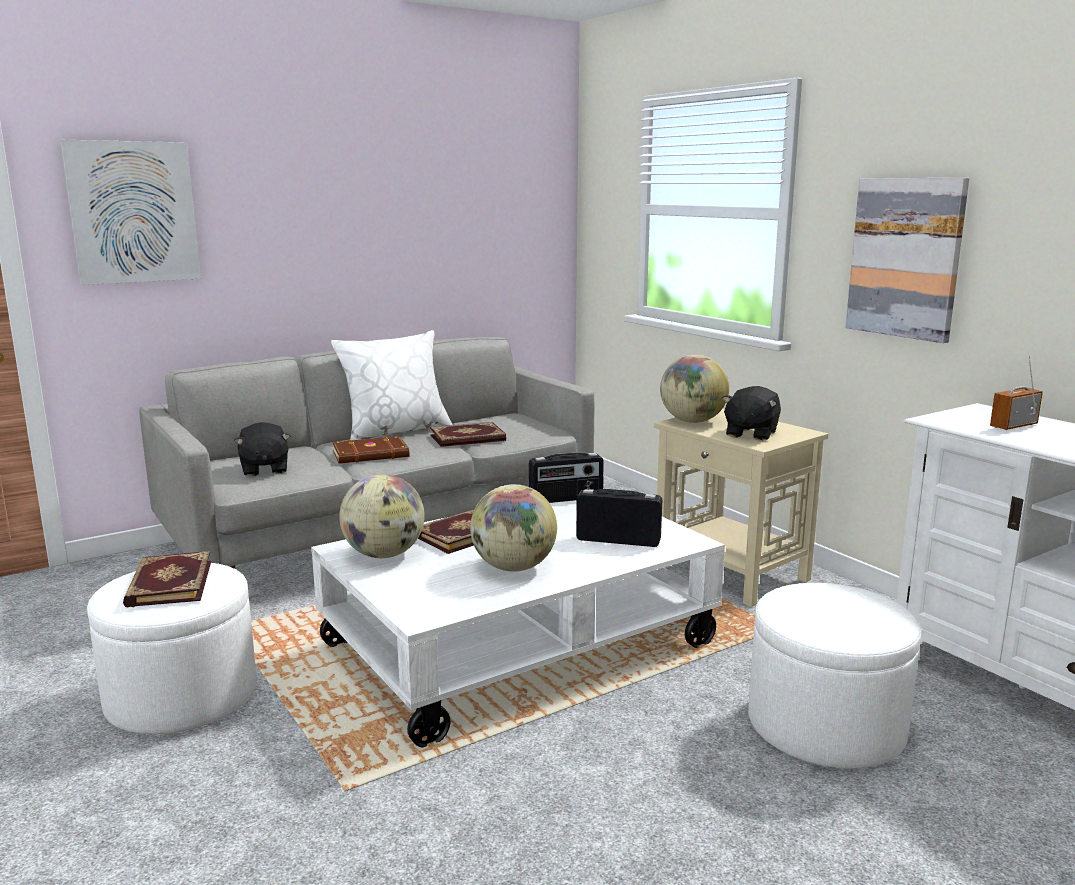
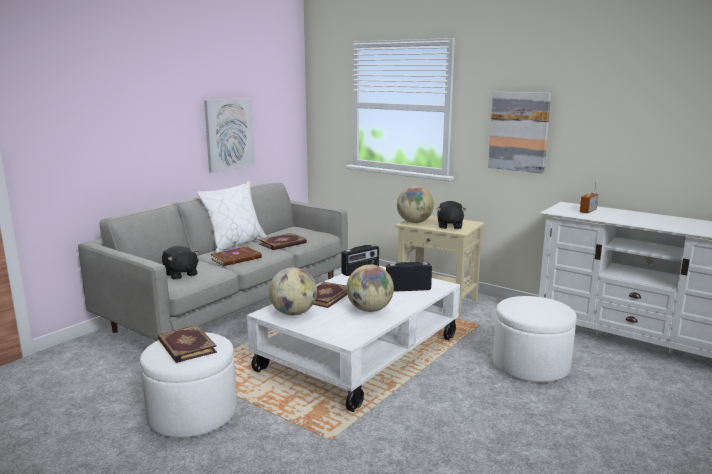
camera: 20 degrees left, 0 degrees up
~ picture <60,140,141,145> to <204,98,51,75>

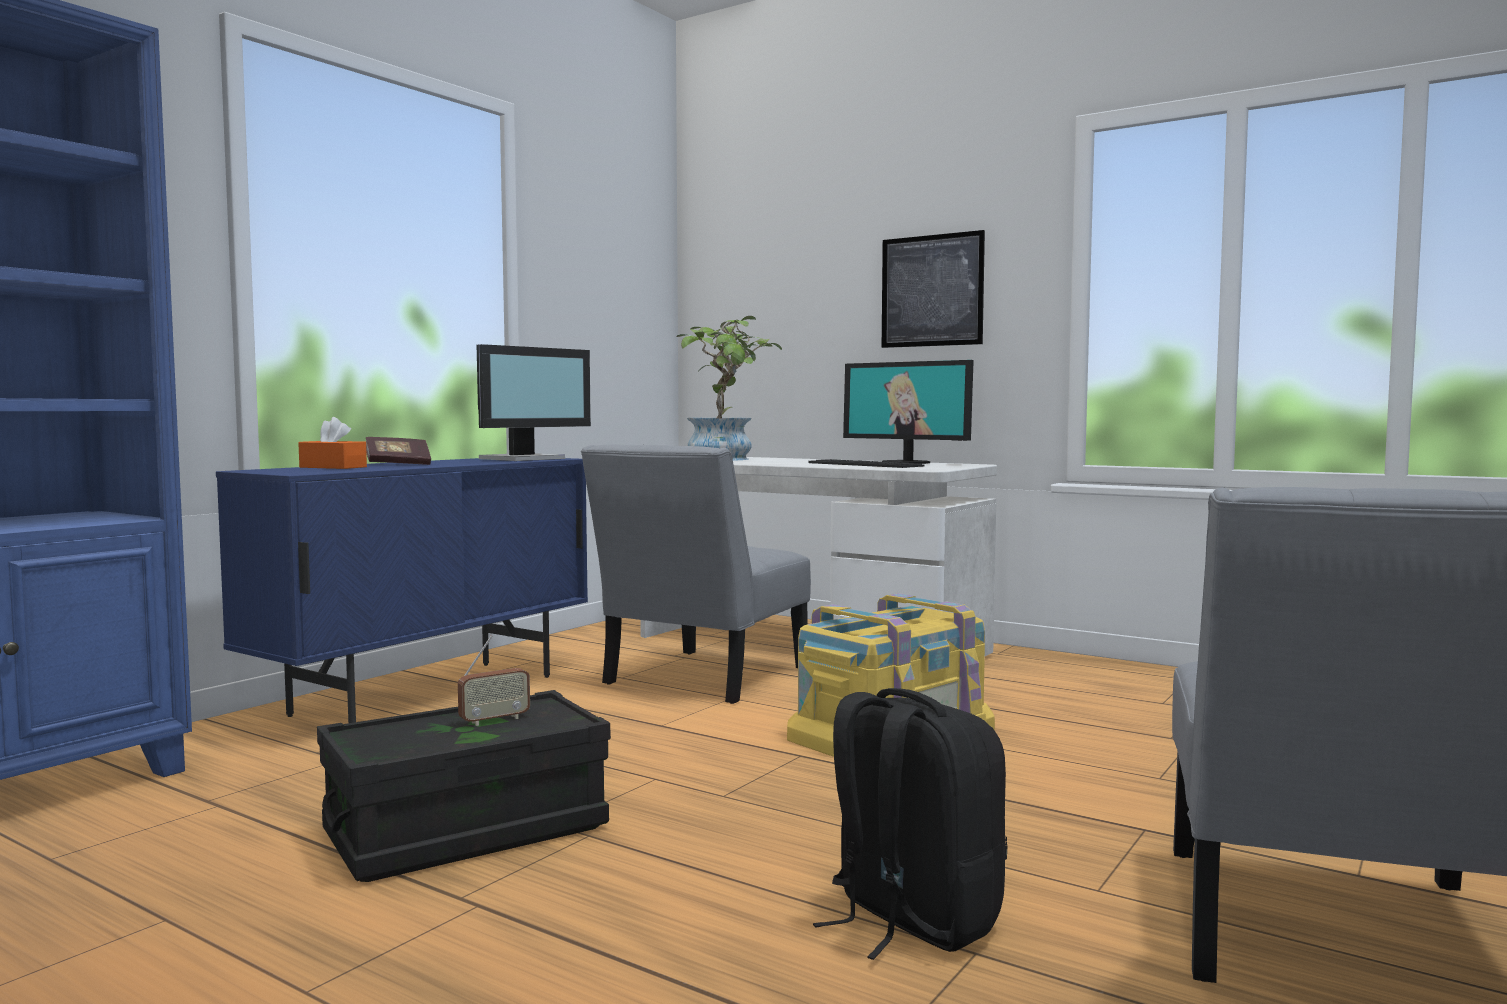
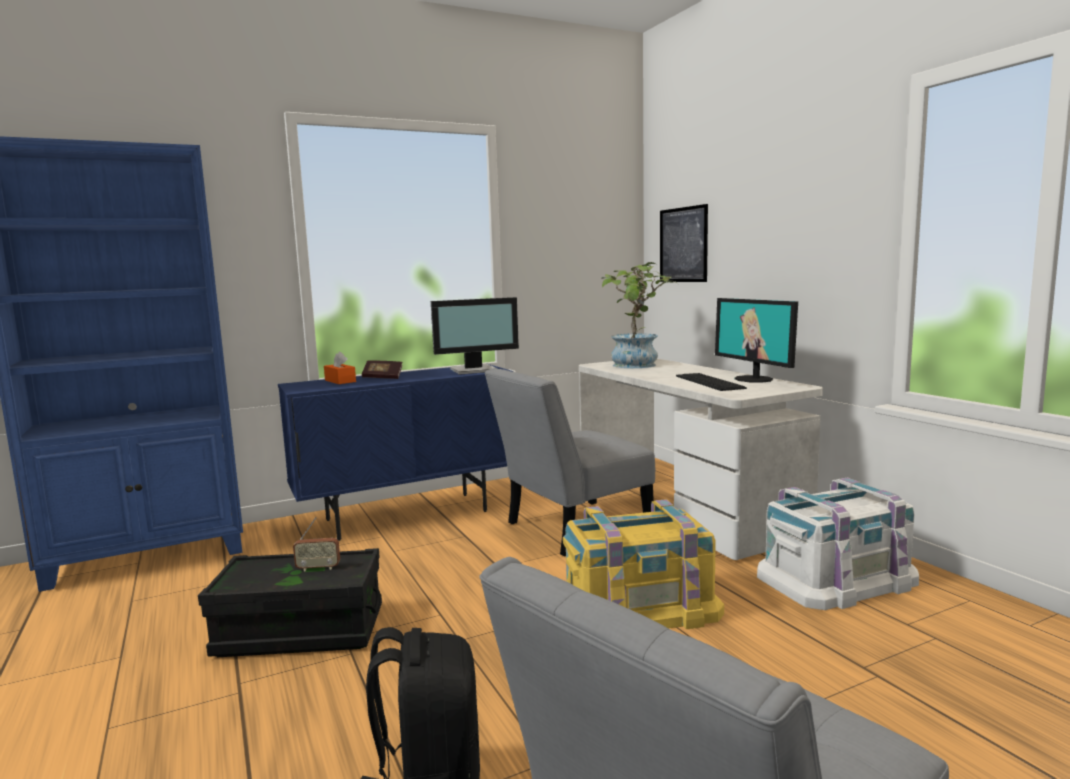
camera: 30 degrees right, 5 degrees up
~ picture <882,230,103,118> to <660,204,48,78>
+ white storage bin <757,478,162,132>

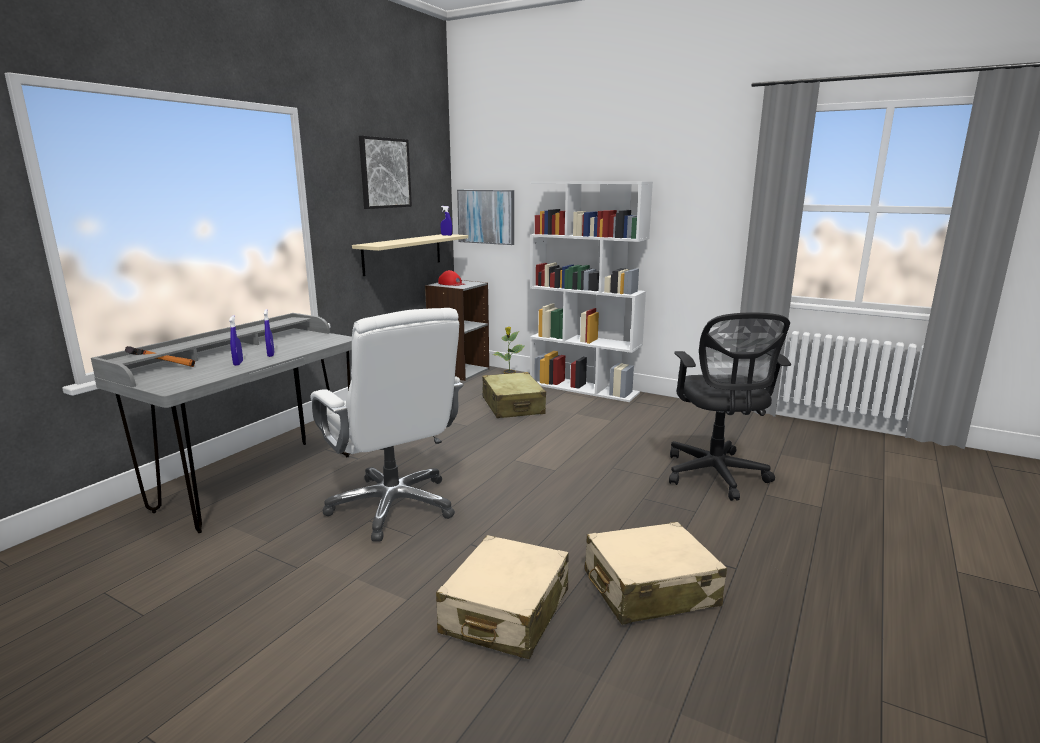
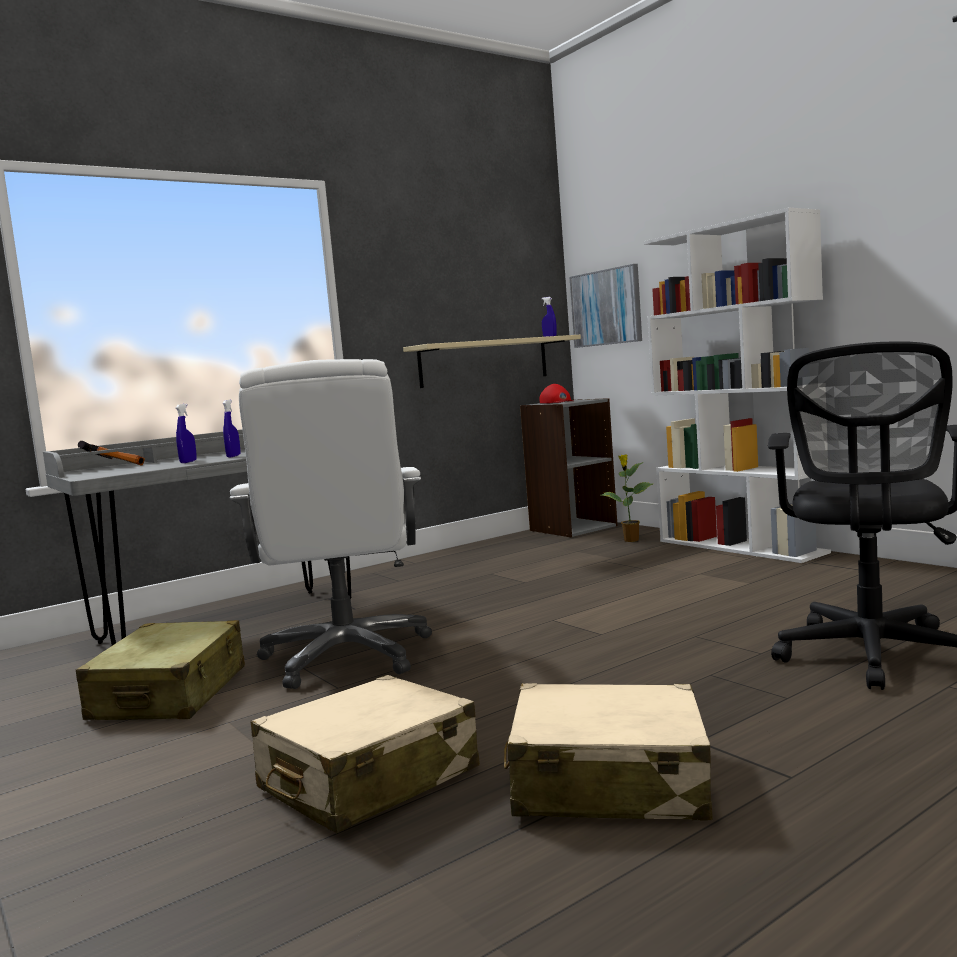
camera: 25 degrees right, 10 degrees down
~ beige piece of luggage <482,372,64,46> to <76,620,169,100>
- picture <359,136,53,73>

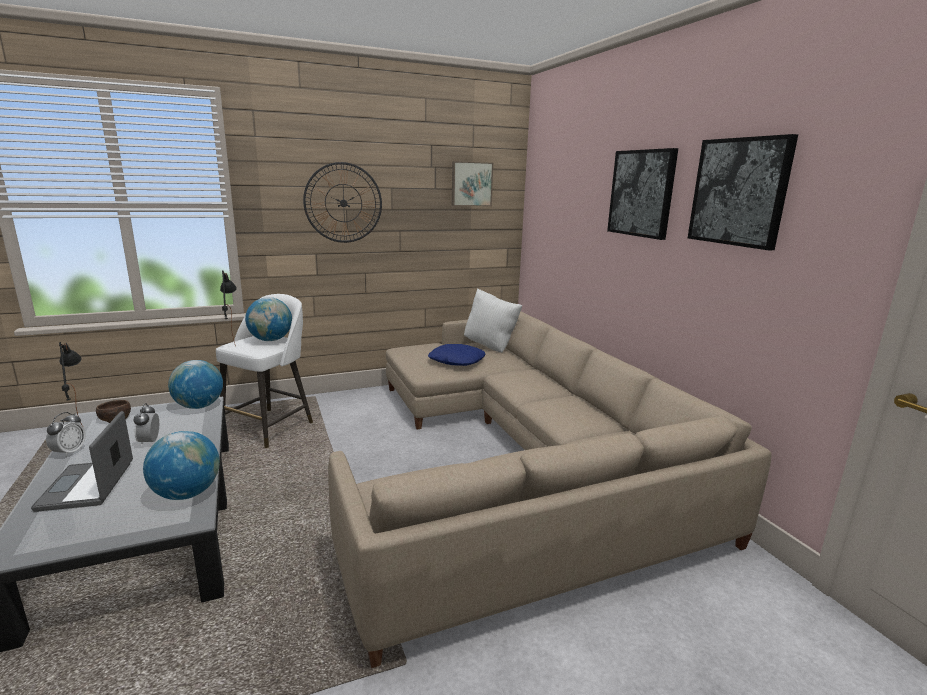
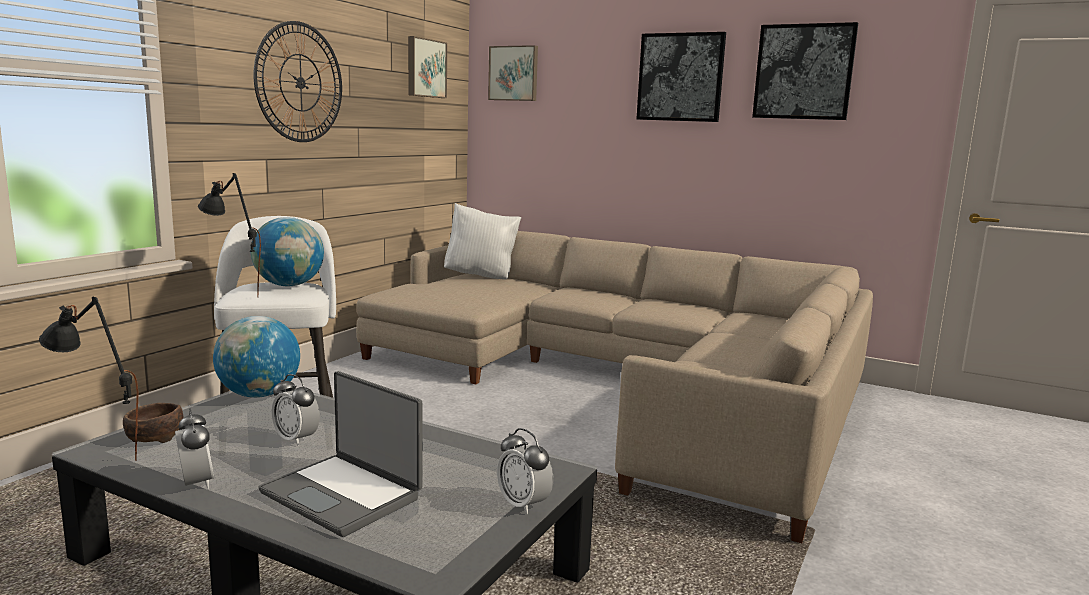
camera: 40 degrees left, 5 degrees down
+ picture <488,45,50,56>
+ alarm clock <497,428,56,86>
- desk globe <143,431,77,69>
- bluish pillow <428,344,57,22>

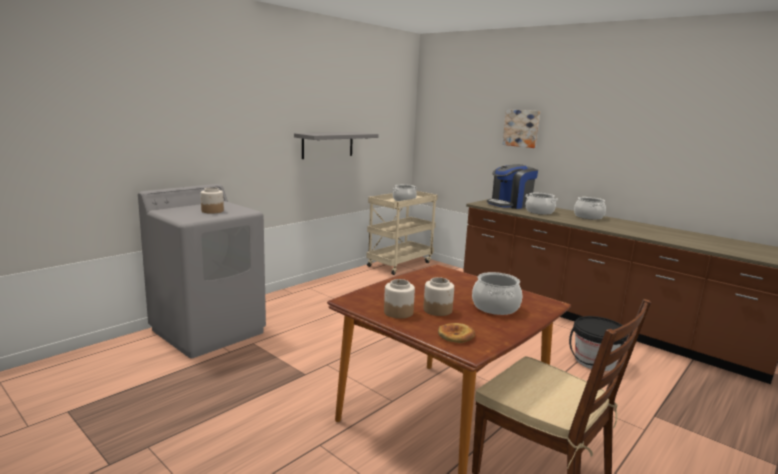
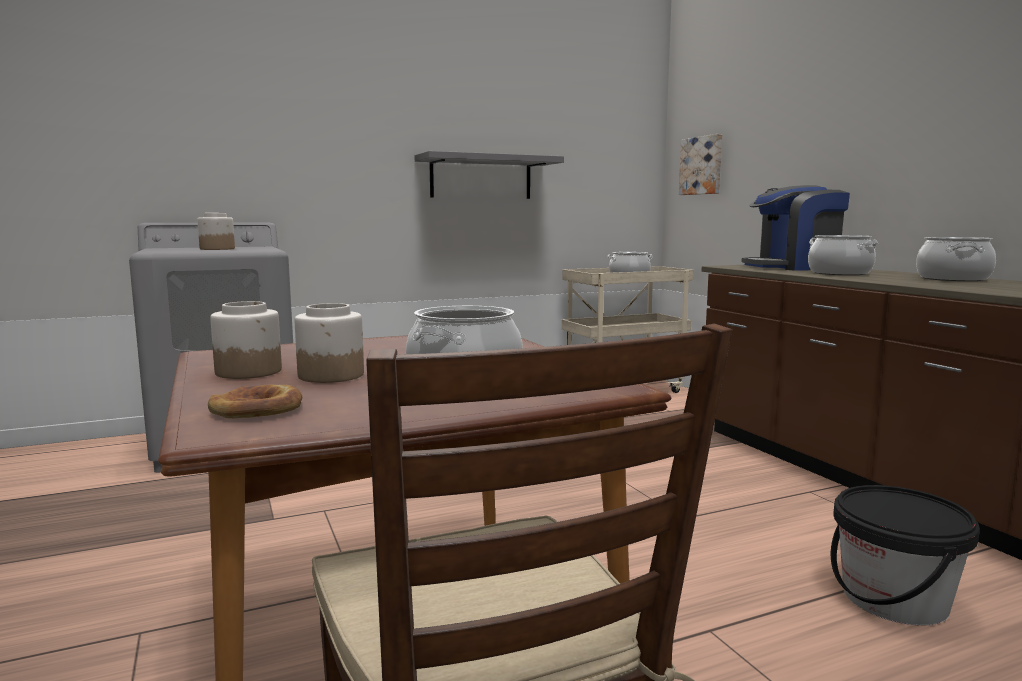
camera: 25 degrees right, 5 degrees down
~ picture <502,109,38,39> to <679,134,43,61>

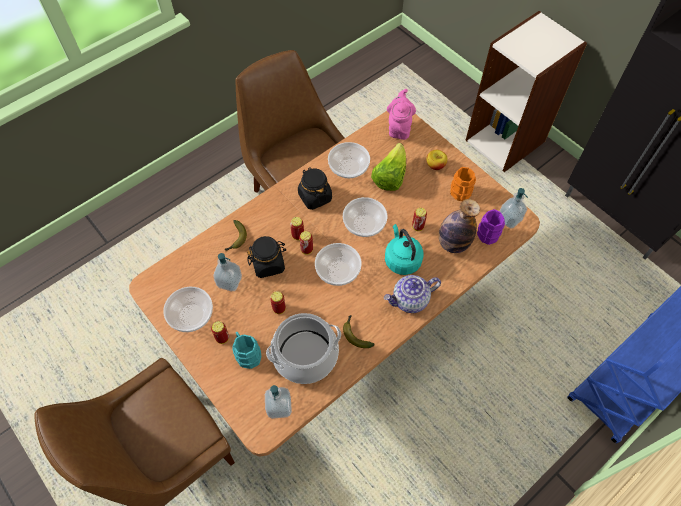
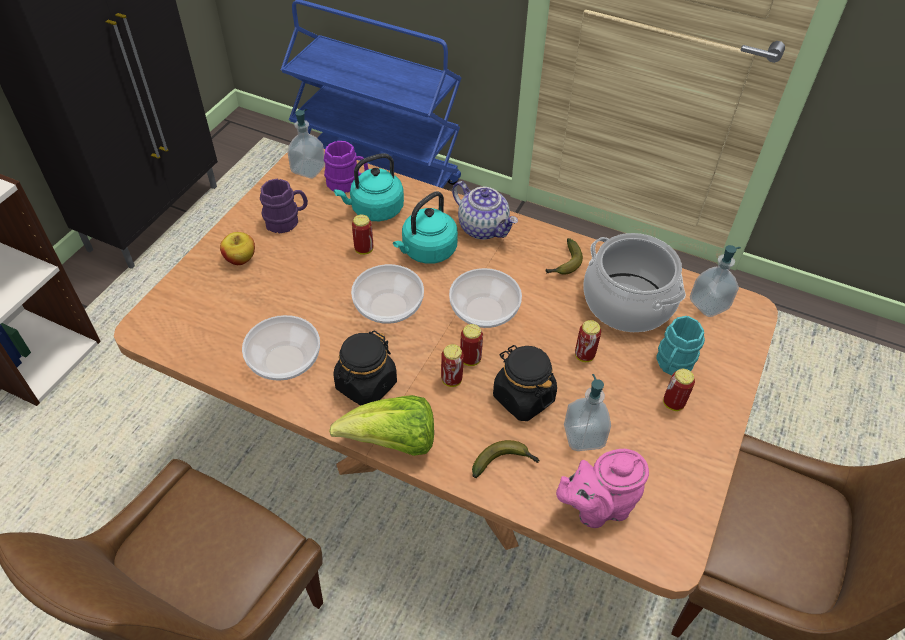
camera: 115 degrees left, 10 degrees down
~ orange tea mug <450,167,26,34> to purple tea mug <260,179,48,55>
~ lettuce <371,143,35,48> to <329,395,105,61>
~ drink bottle <438,199,42,54> to turquoise-coloured tea kettle <334,153,70,68>
~ pink-coloured pot for tea <387,89,29,51> to <556,449,93,79>
- serving bowl <163,287,50,45>

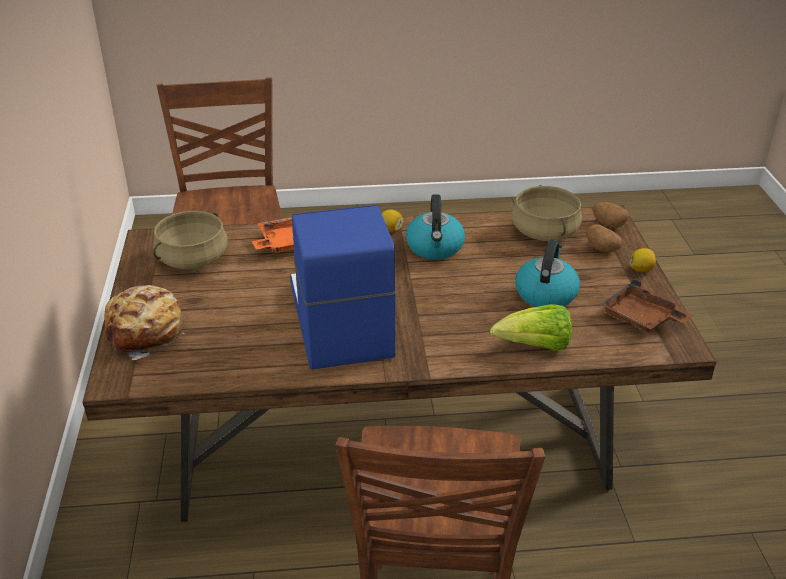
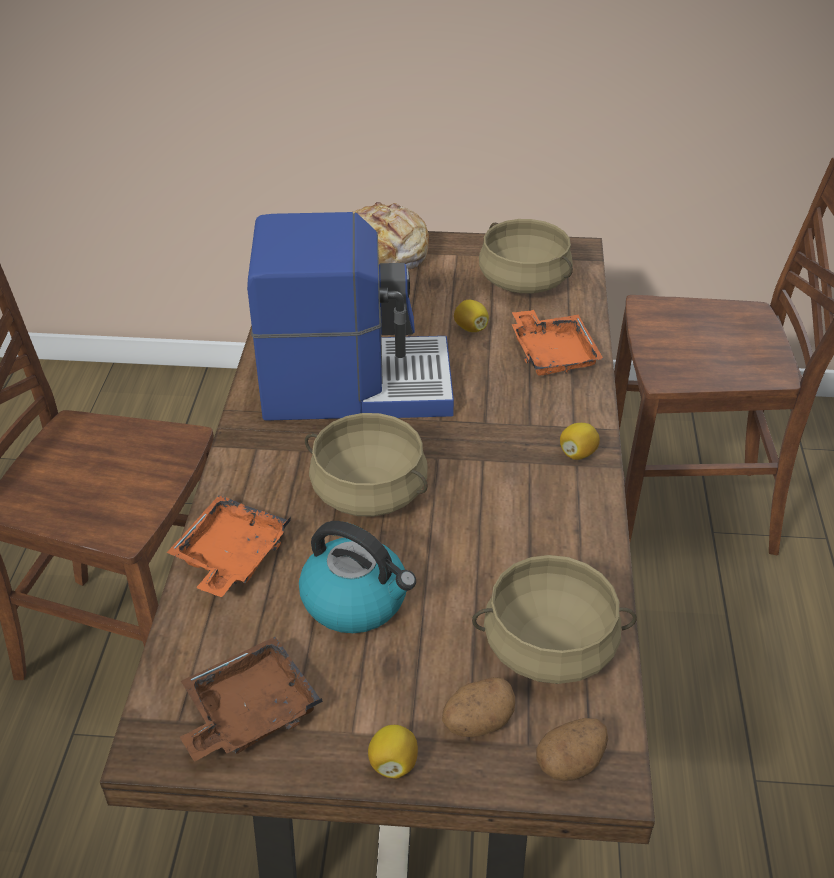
camera: 100 degrees right, 5 degrees up
~ lettuce <490,304,82,47> to orange carrying tray <167,495,124,102>
+ beige cooking pot <305,413,123,104>
+ whole lemon <454,300,35,32>
- tea kettle <406,194,59,66>

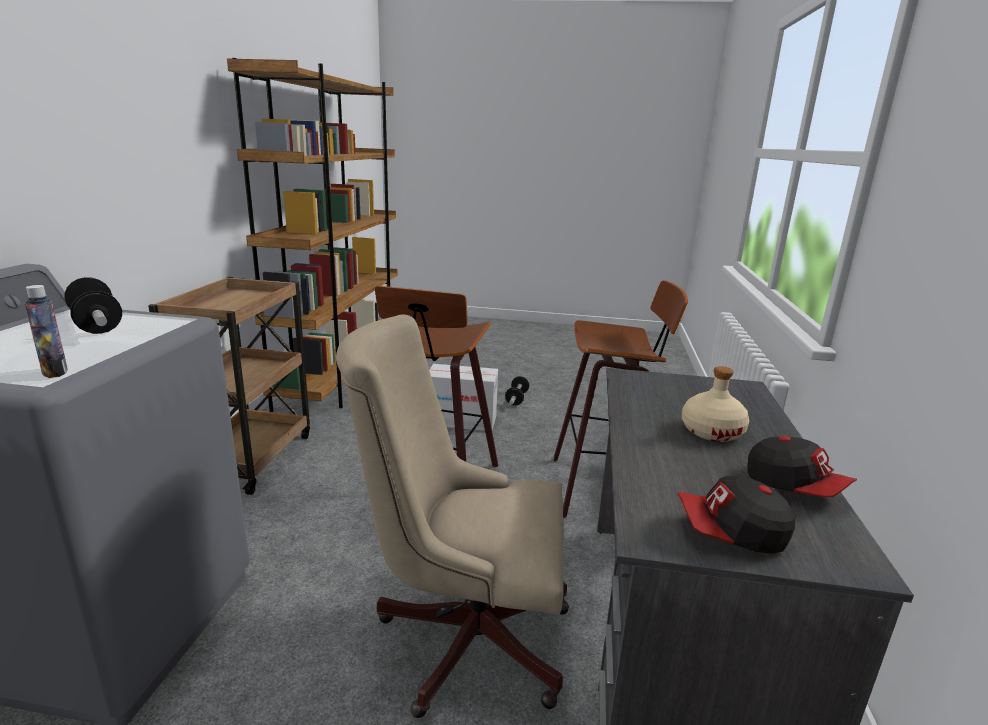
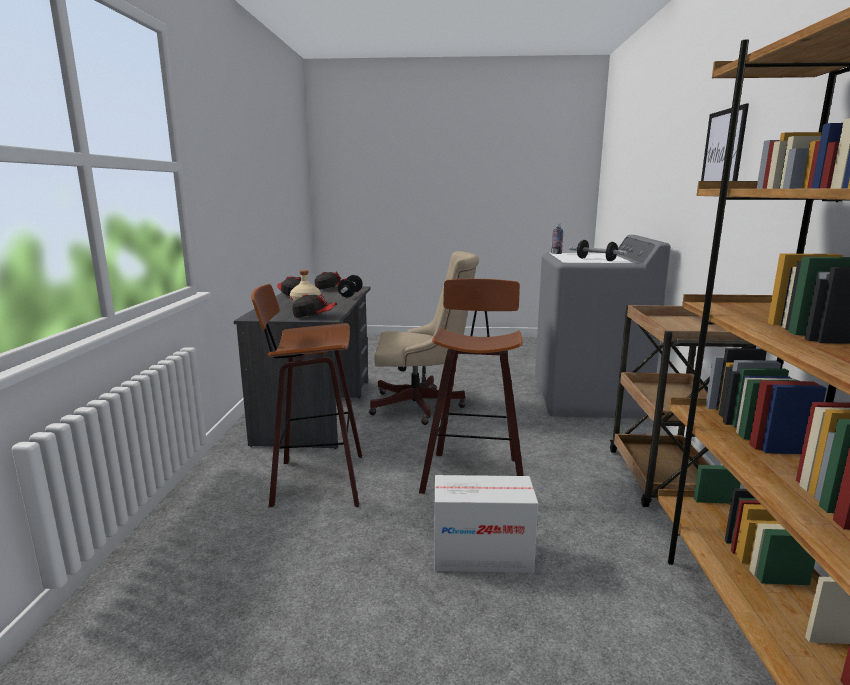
camera: 175 degrees right, 5 degrees down
+ peaked cap <292,294,45,23>
~ free weight <505,376,24,29> to <338,275,25,23>
+ picture <701,104,48,77>

